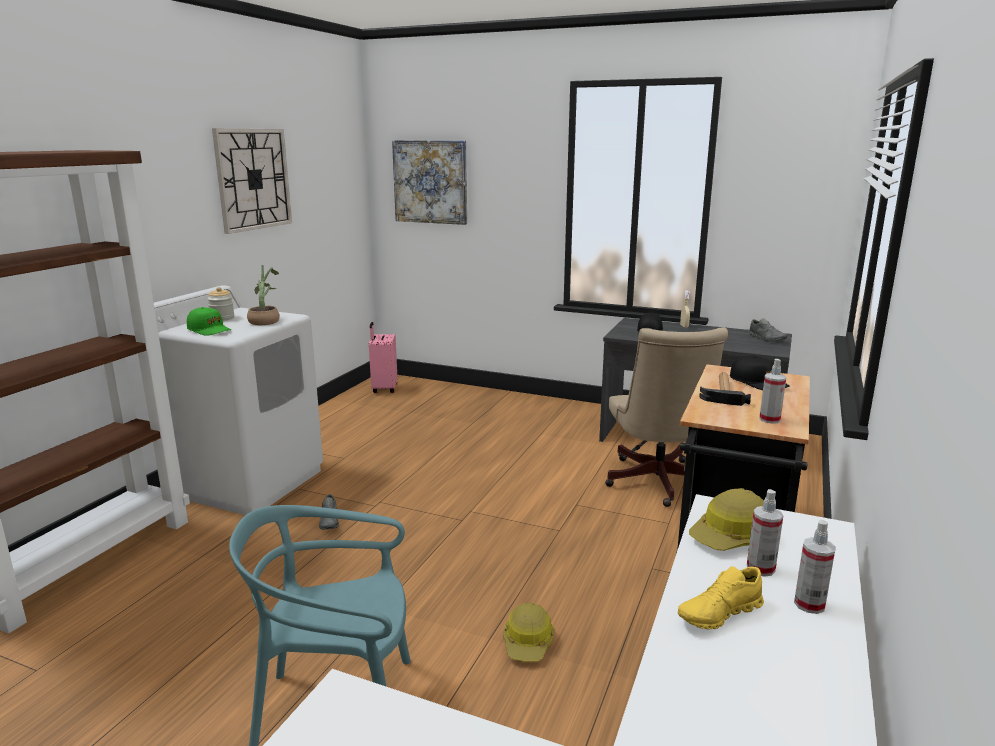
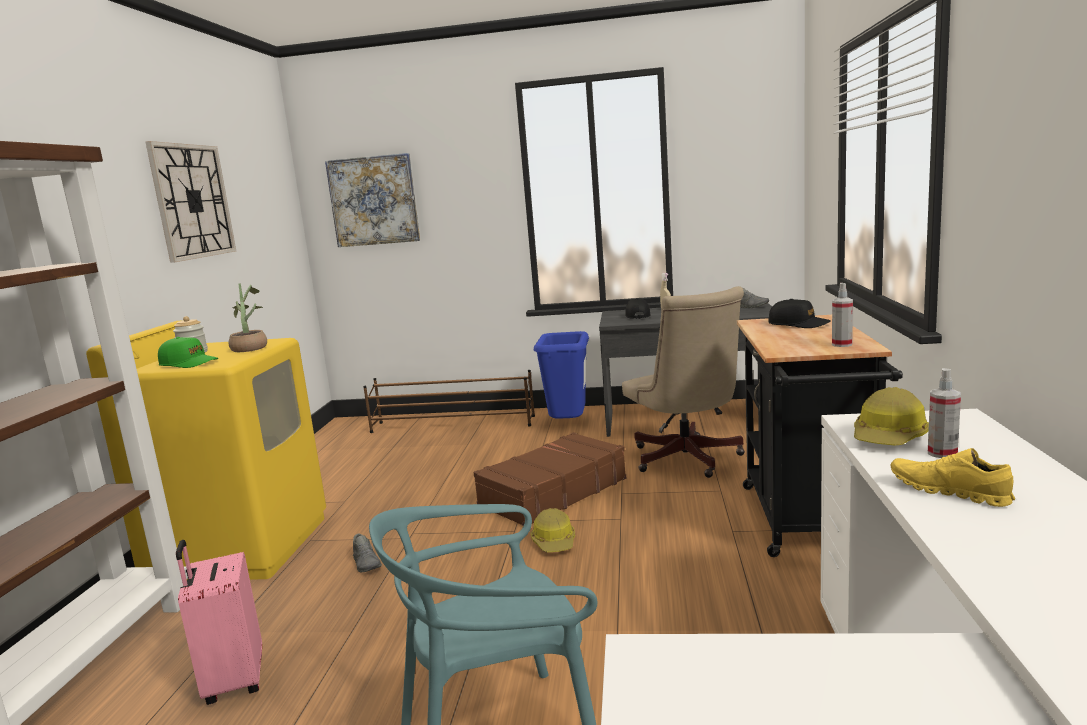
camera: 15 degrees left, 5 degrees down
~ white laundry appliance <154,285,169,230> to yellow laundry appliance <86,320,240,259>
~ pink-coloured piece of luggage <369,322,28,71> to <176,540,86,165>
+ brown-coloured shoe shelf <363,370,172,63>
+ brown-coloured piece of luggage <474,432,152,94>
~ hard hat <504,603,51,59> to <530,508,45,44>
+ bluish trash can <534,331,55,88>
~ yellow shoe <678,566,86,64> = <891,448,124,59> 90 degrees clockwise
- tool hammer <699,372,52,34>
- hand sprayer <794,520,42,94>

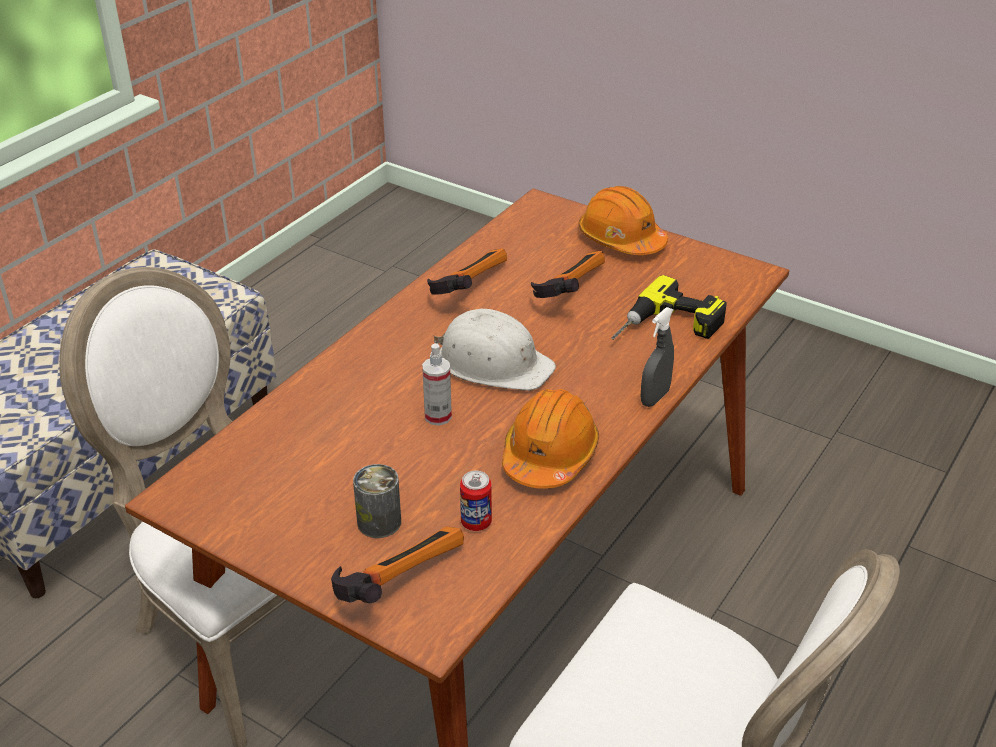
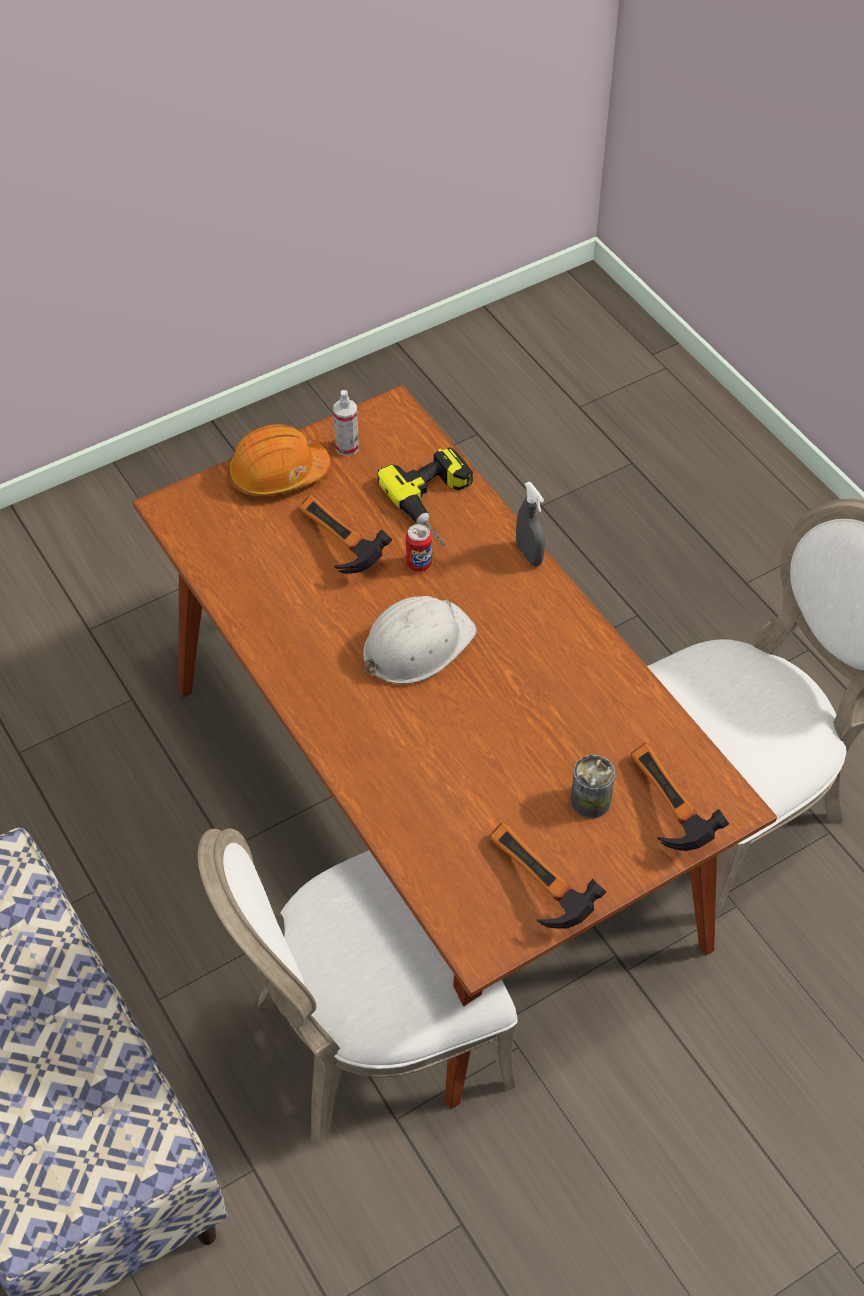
camera: 65 degrees left, 15 degrees up
~ hand sprayer <422,343,30,83> to <333,390,26,66>
~ metal can <460,471,32,60> to <406,524,26,48>
~ tool hammer <427,248,80,47> to <490,823,116,106>
- orange hard hat <502,389,97,100>

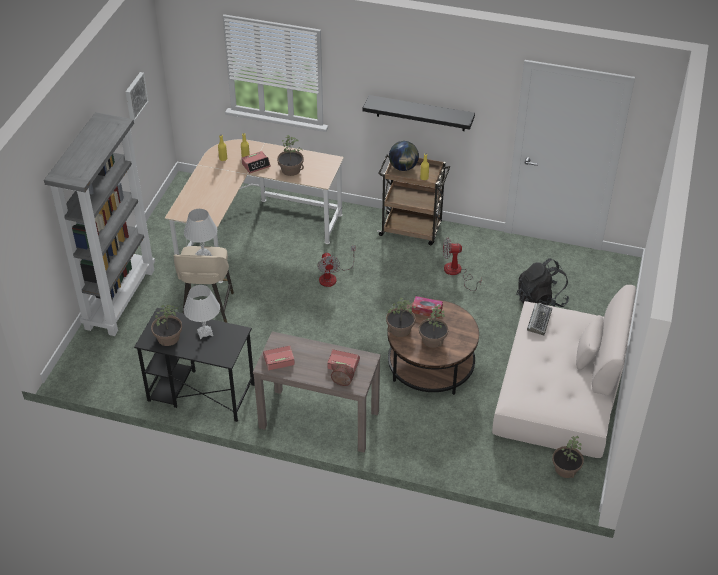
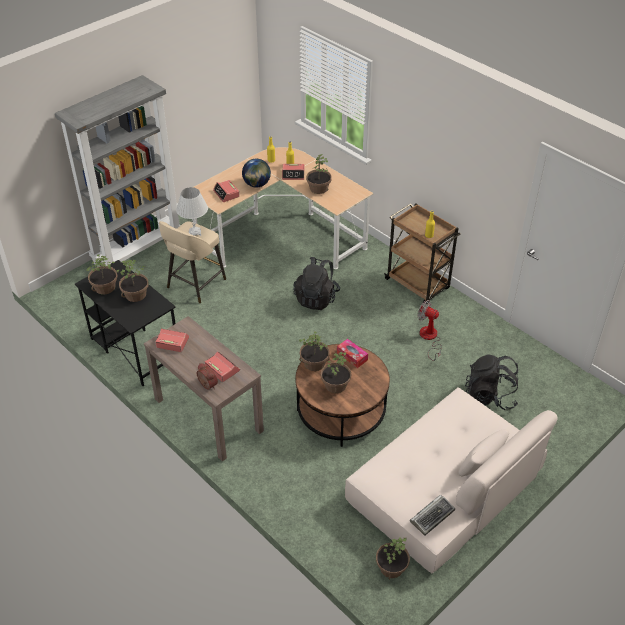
camera: 30 degrees right, 0 degrees up
~ white lamp for a table <184,285,36,54> to plant in a pot <116,260,33,42>
+ alarm clock <213,180,27,22>
~ desk globe <389,141,30,30> to <242,159,29,28>
~ electric fan <317,245,38,42> to blackish backpack <293,257,47,53>
~ PC keyboard <527,303,25,32> to <410,495,45,41>
- picture <126,72,22,49>
- blackish wall shelf <363,95,112,36>

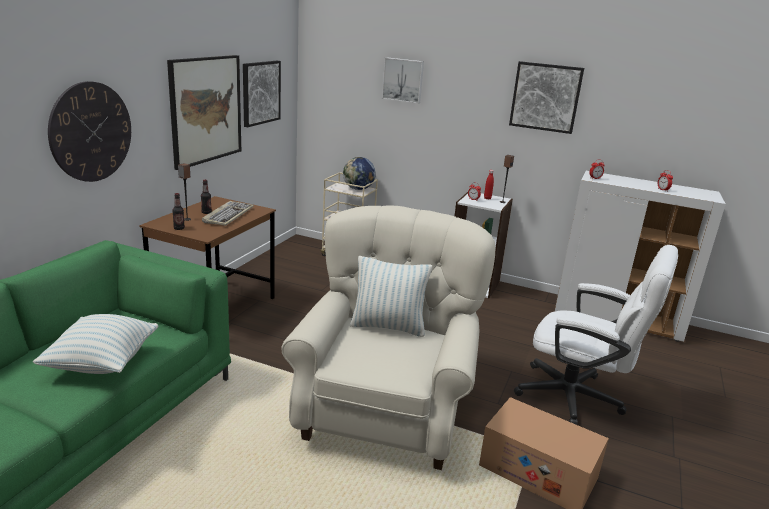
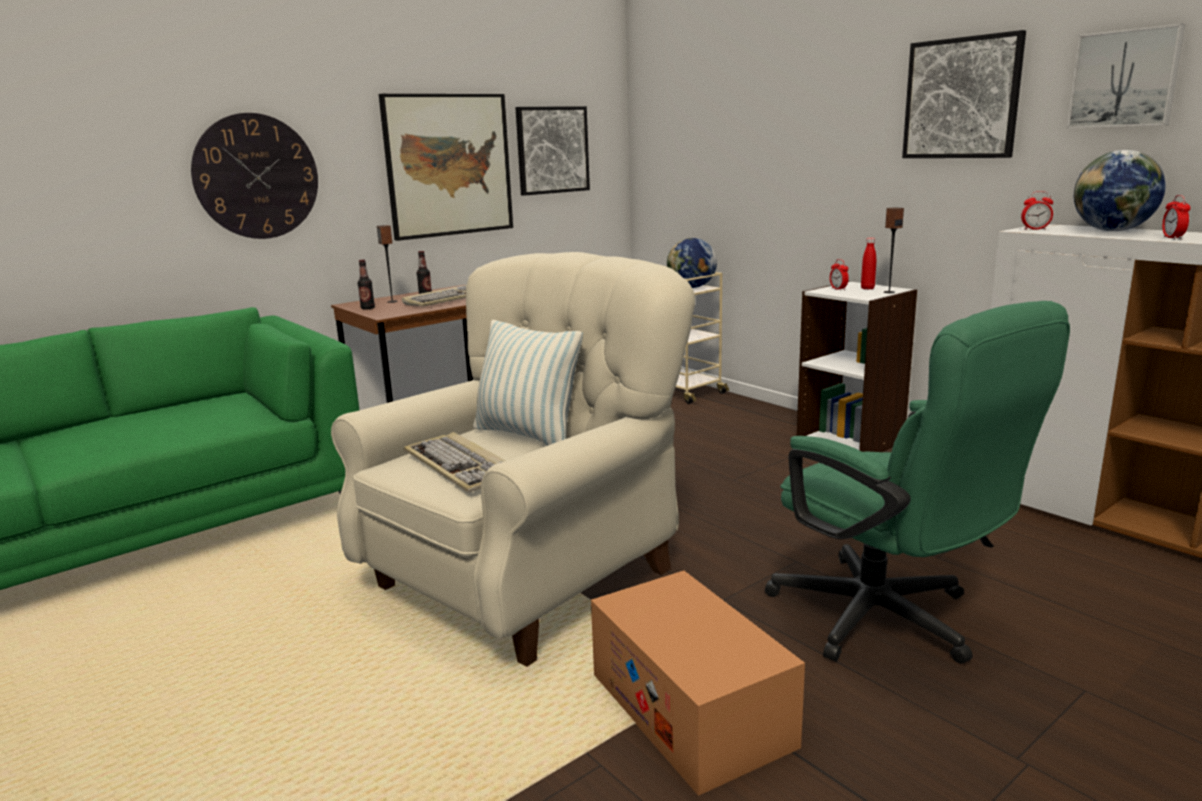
camera: 30 degrees right, 5 degrees down
+ PC keyboard <404,432,101,61>
~ white desk chair <514,245,164,180> to green desk chair <765,301,305,362>
~ picture <382,57,42,47> to <1067,24,118,104>
+ desk globe <1074,150,92,81>
- pillow <33,314,125,60>

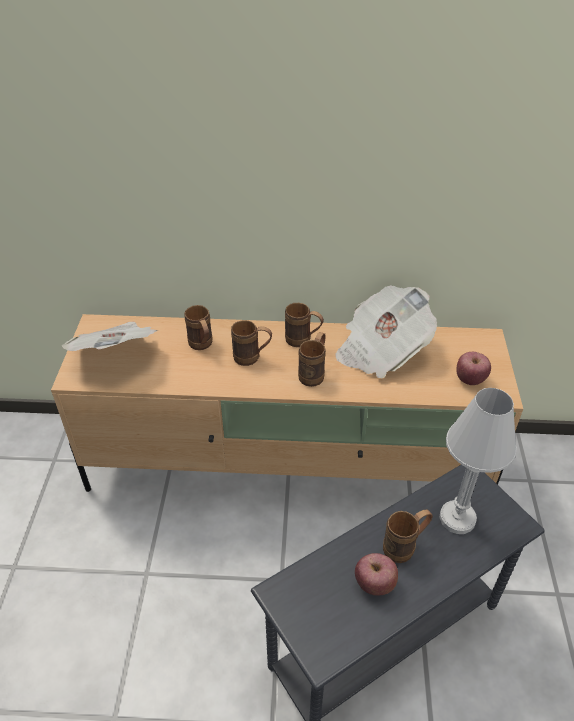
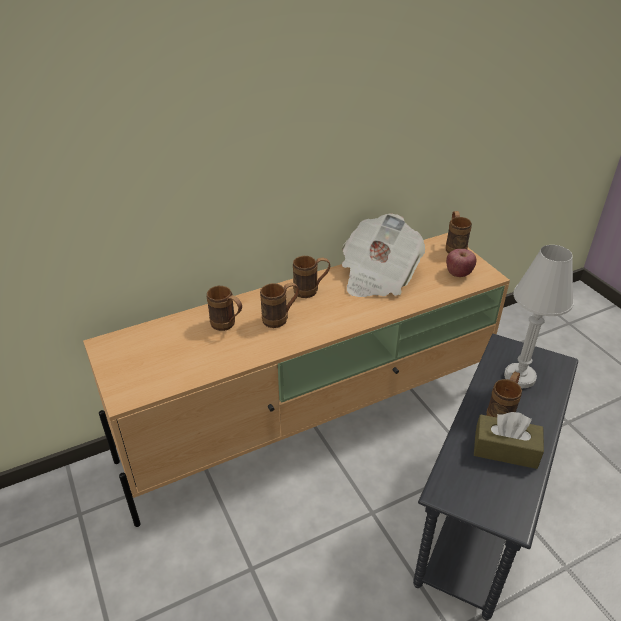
camera: 30 degrees left, 5 degrees down
~ brown-coloured tea mug <298,332,28,55> to <446,211,26,43>
~ apple <355,553,43,42> to brown-coloured tissue box <474,412,70,57>
- printed paper <62,322,96,29>

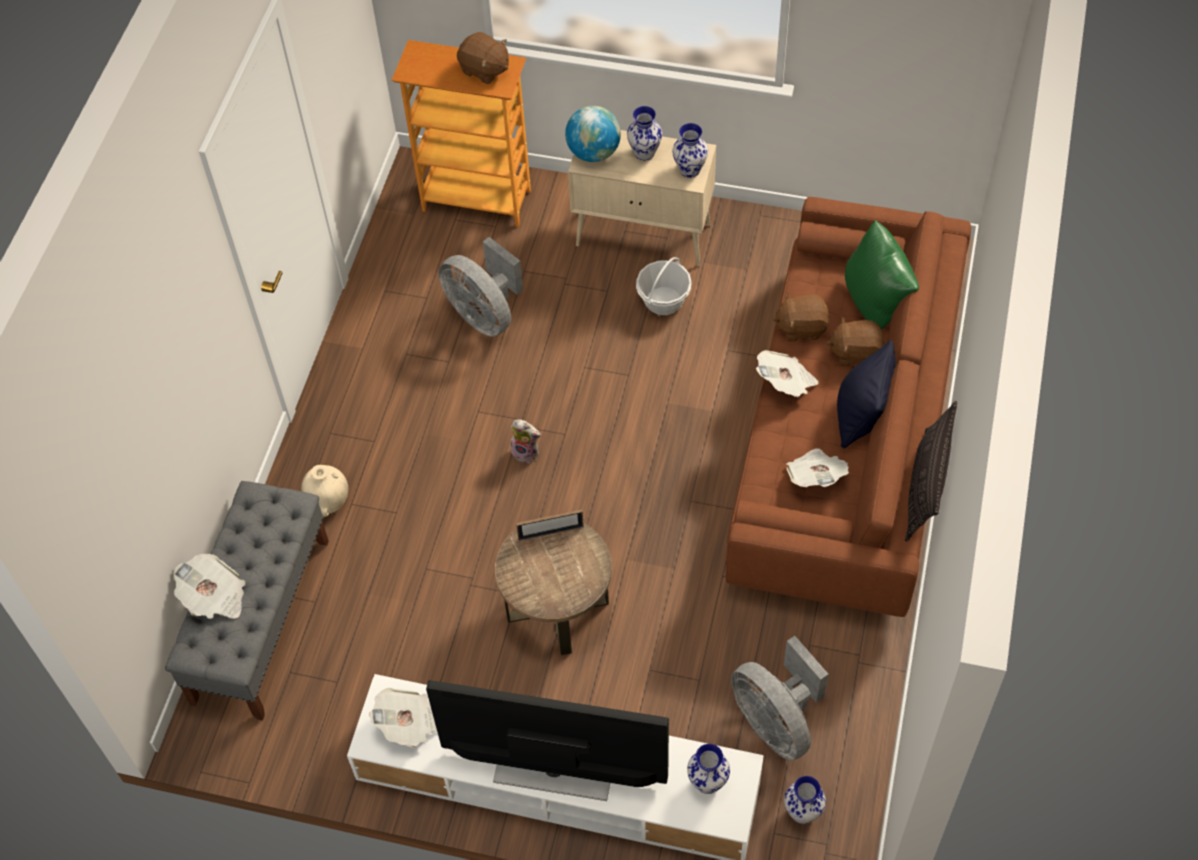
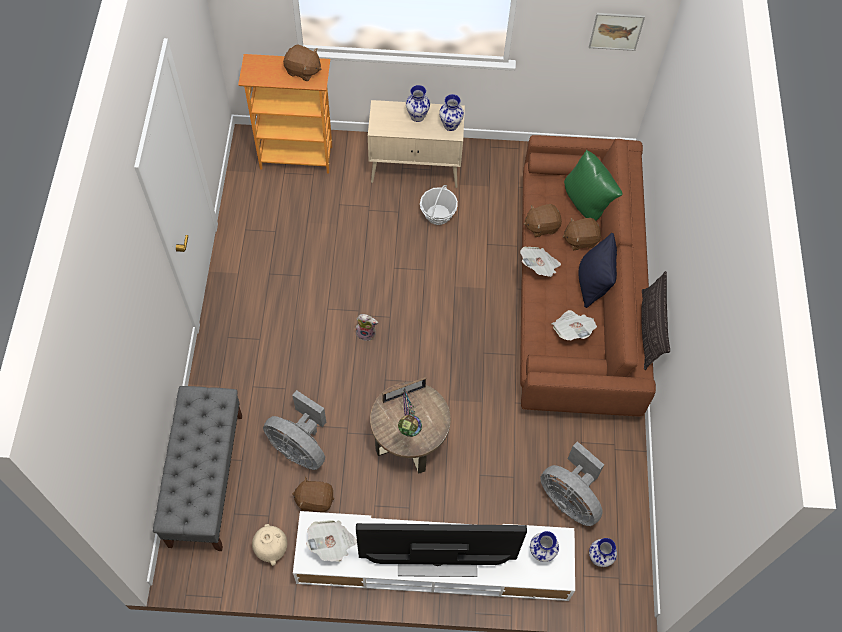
camera: 15 degrees left, 5 degrees up
~ beige vase <301,465,47,52> to <252,524,35,42>
~ gray electric fan <438,237,85,100> to <263,390,63,80>
+ brown-coloured soft toy <292,476,42,37>
+ lamp for a table <398,386,24,51>
+ picture <589,13,56,38>
- printed paper <174,554,71,65>
- desk globe <565,106,56,56>

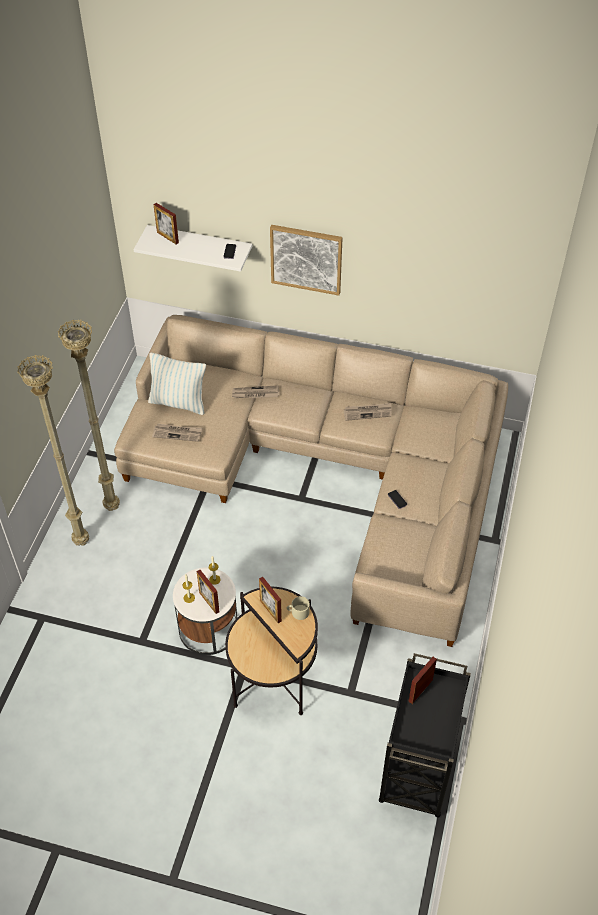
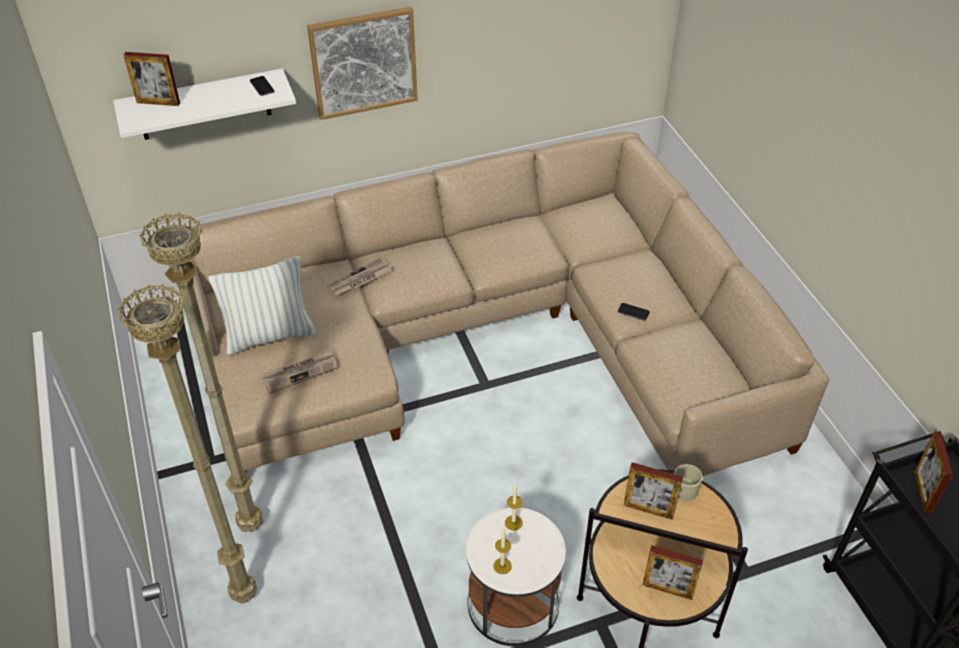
camera: 35 degrees left, 5 degrees down
~ picture frame <197,570,23,44> to <643,545,60,55>
- printed paper <344,403,48,18>

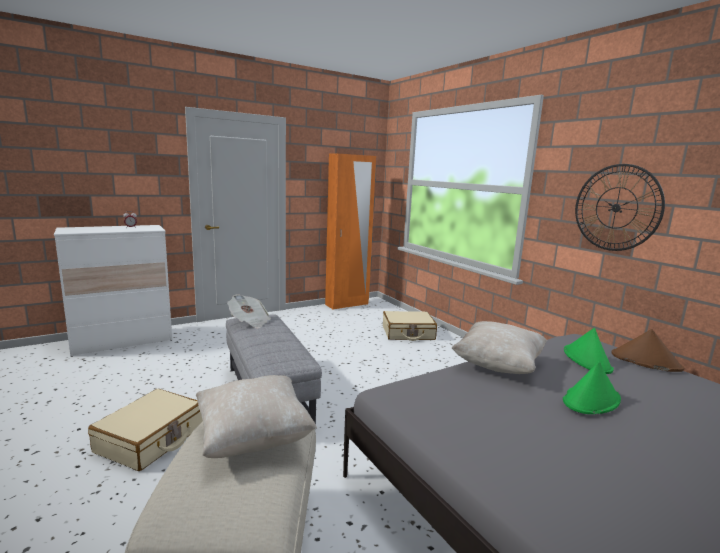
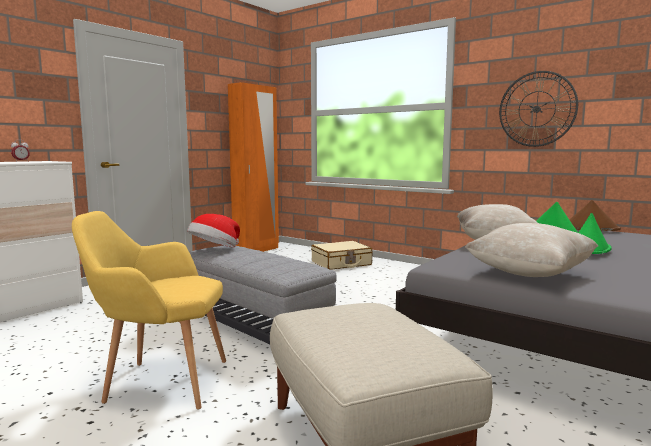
camera: 20 degrees left, 5 degrees down
~ beige piece of luggage <88,389,115,82> to yellow lounge chair <72,211,154,199>
~ printed paper <227,295,44,33> to wearable hat <187,214,53,34>
~ beige pillow <196,375,121,83> to <465,223,133,54>

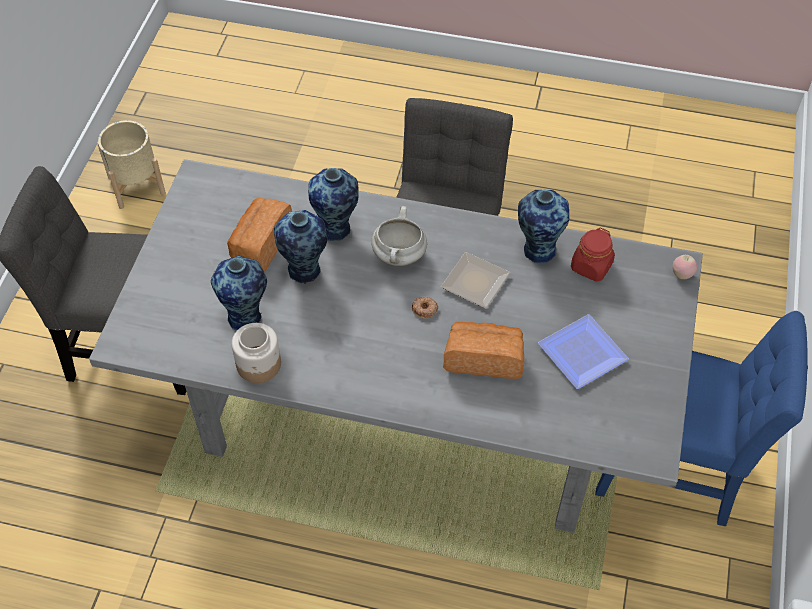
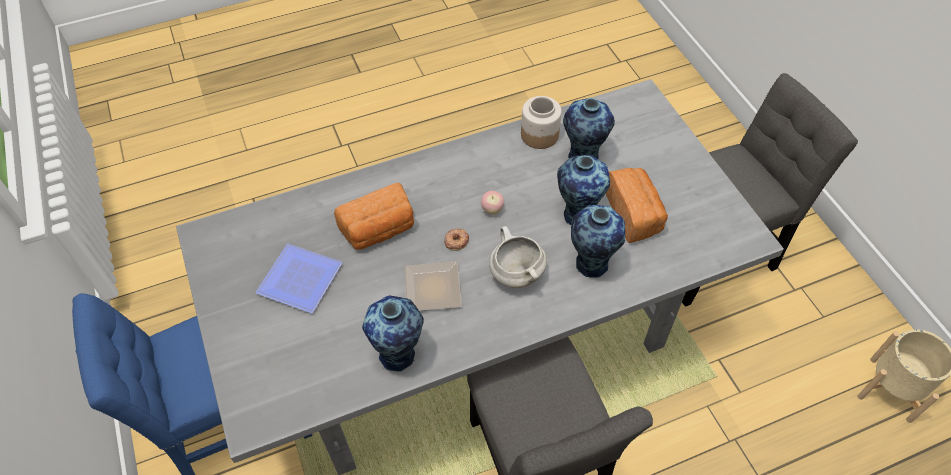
camera: 145 degrees right, 0 degrees up
~ apple <673,255,24,24> to <481,191,23,24>
- red storage jar <571,228,44,54>

